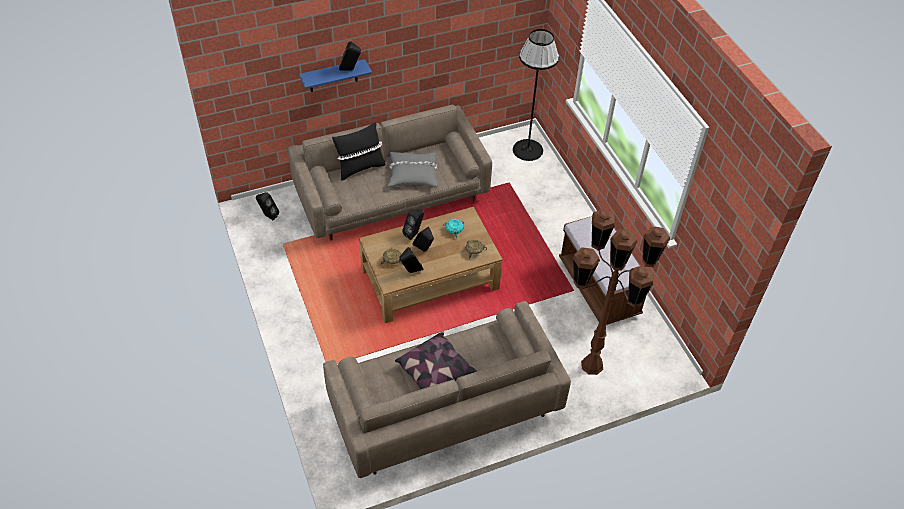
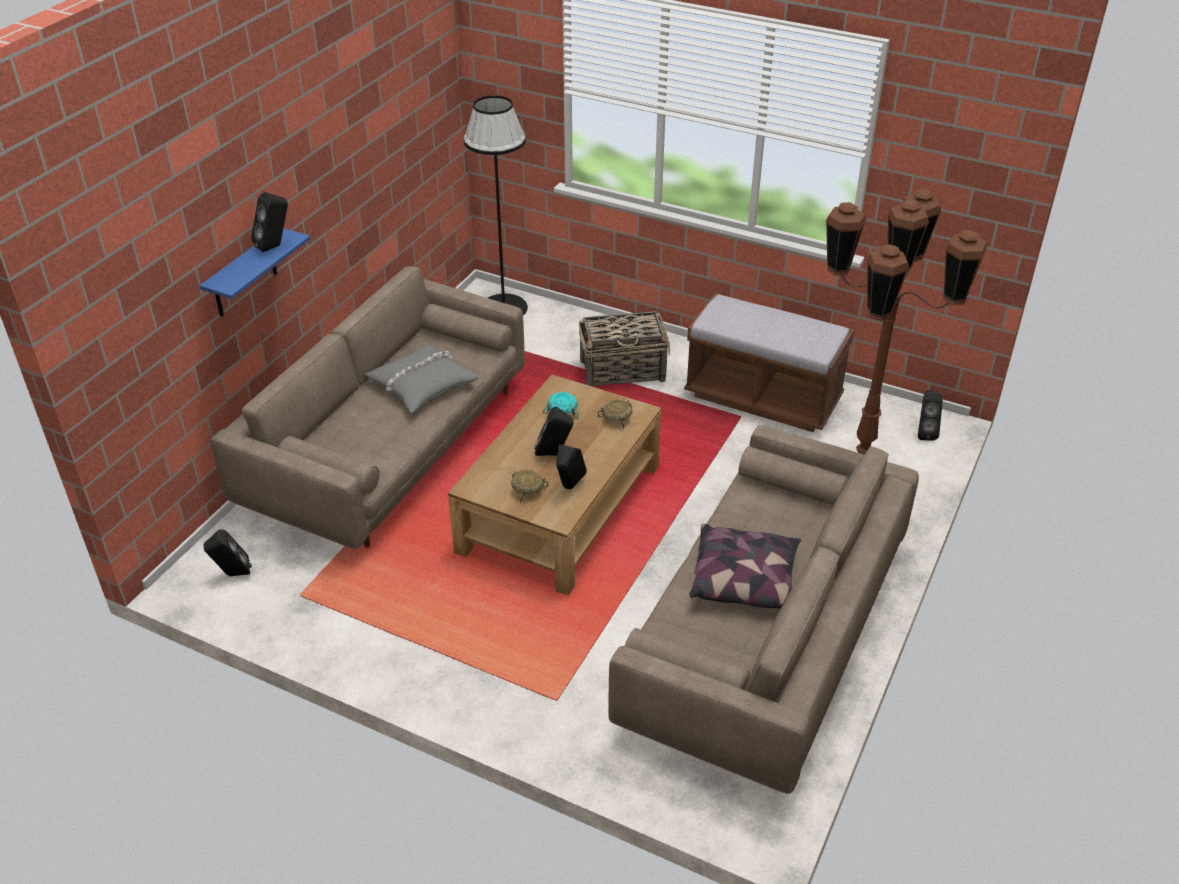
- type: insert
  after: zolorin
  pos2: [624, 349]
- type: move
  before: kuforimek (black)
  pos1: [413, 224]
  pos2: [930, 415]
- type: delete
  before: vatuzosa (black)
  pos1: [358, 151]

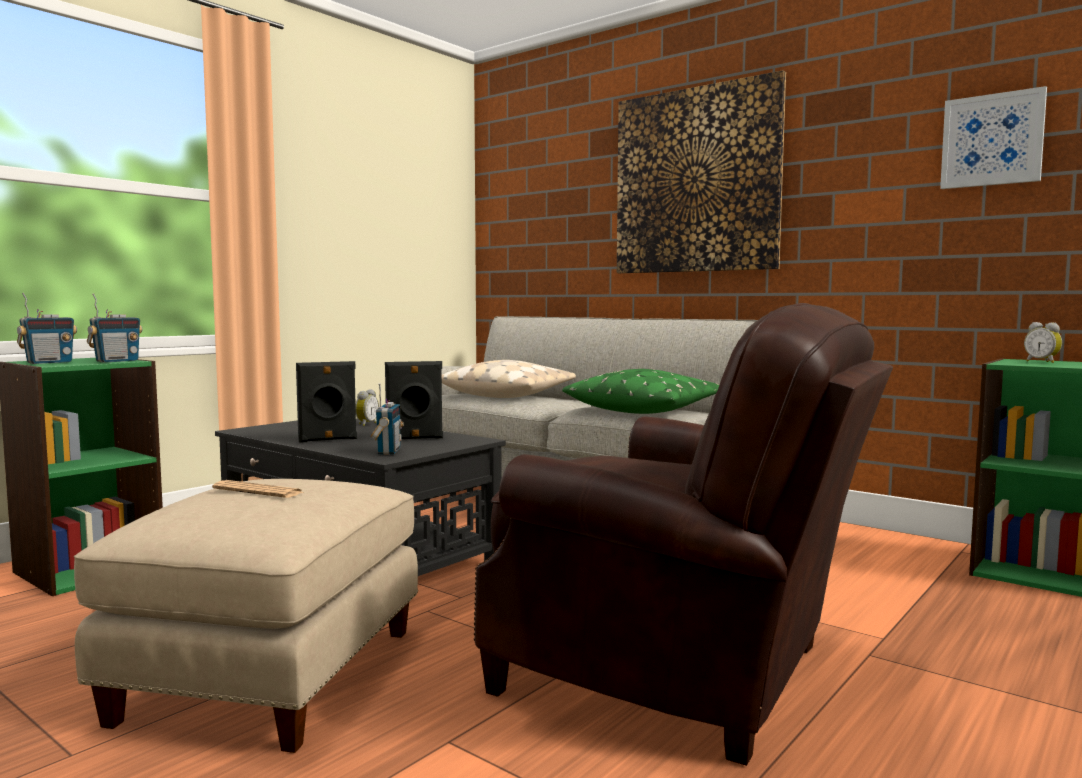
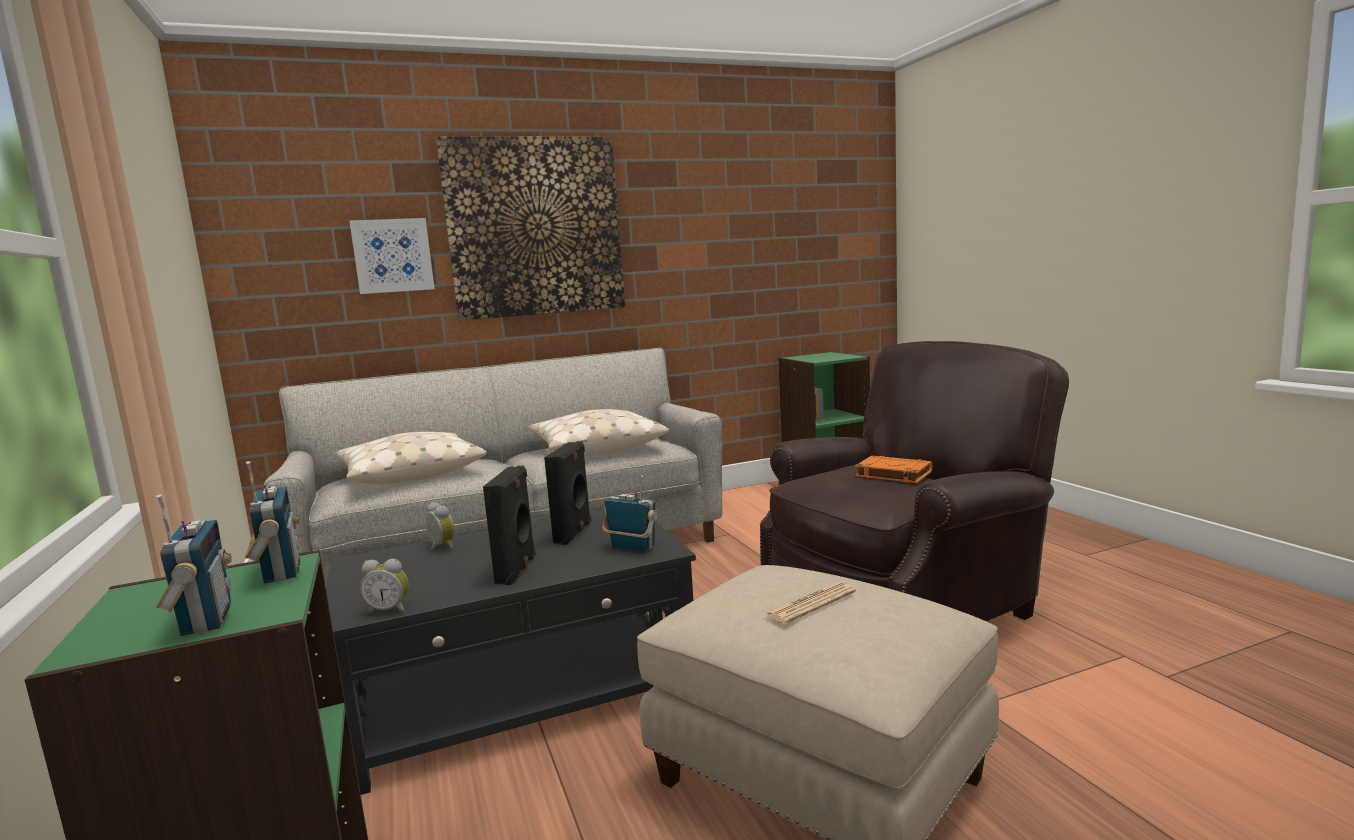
- type: move
  before: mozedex
  pos1: [993, 137]
  pos2: [392, 256]
- type: move
  before: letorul
  pos1: [1043, 342]
  pos2: [384, 586]
- type: recolor
  before: vatuzosa (green)
  after: vatuzosa (beige)
  pos1: [641, 391]
  pos2: [598, 432]
- type: insert
  after: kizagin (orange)
  pos2: [893, 469]

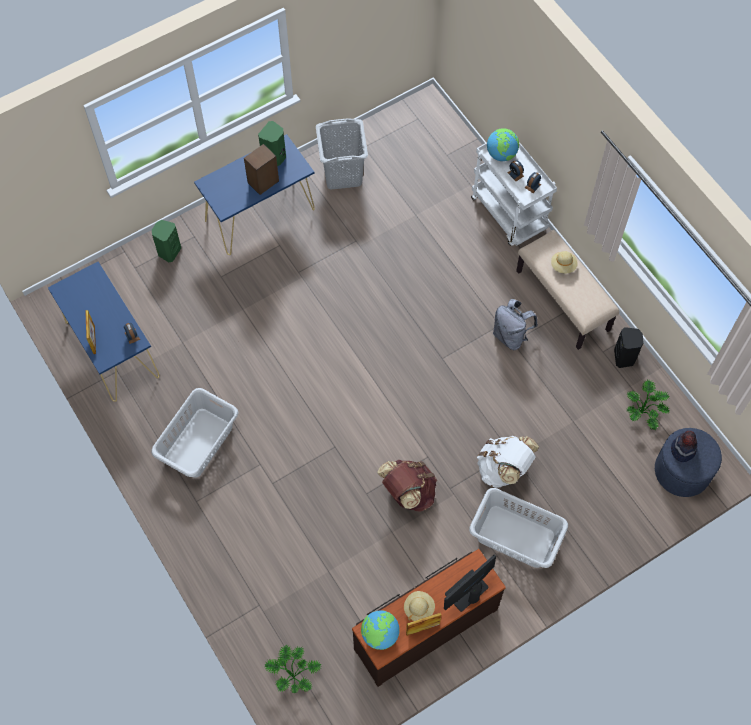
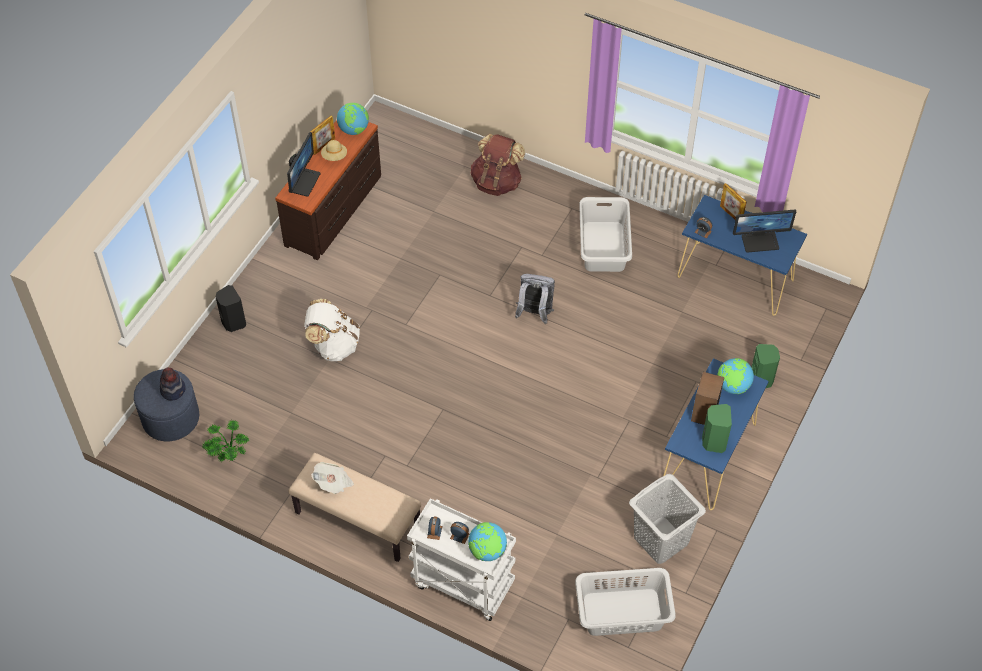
- type: move
  before: kuforimek (black)
  pos1: [629, 347]
  pos2: [231, 308]
- type: insert
  after: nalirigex
  pos2: [332, 478]
- type: move
  before: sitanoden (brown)
  pos1: [407, 486]
  pos2: [498, 165]
- type: move
  before: sitanoden (grey)
  pos1: [515, 324]
  pos2: [535, 299]
- type: move
  before: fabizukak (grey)
  pos1: [518, 528]
  pos2: [625, 602]
- type: insert
  after: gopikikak
  pos2: [735, 376]
- type: insert
  after: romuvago
  pos2: [764, 231]
- type: delete
  before: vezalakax
  pos1: [293, 669]
- type: delete
  before: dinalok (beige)
  pos1: [564, 262]

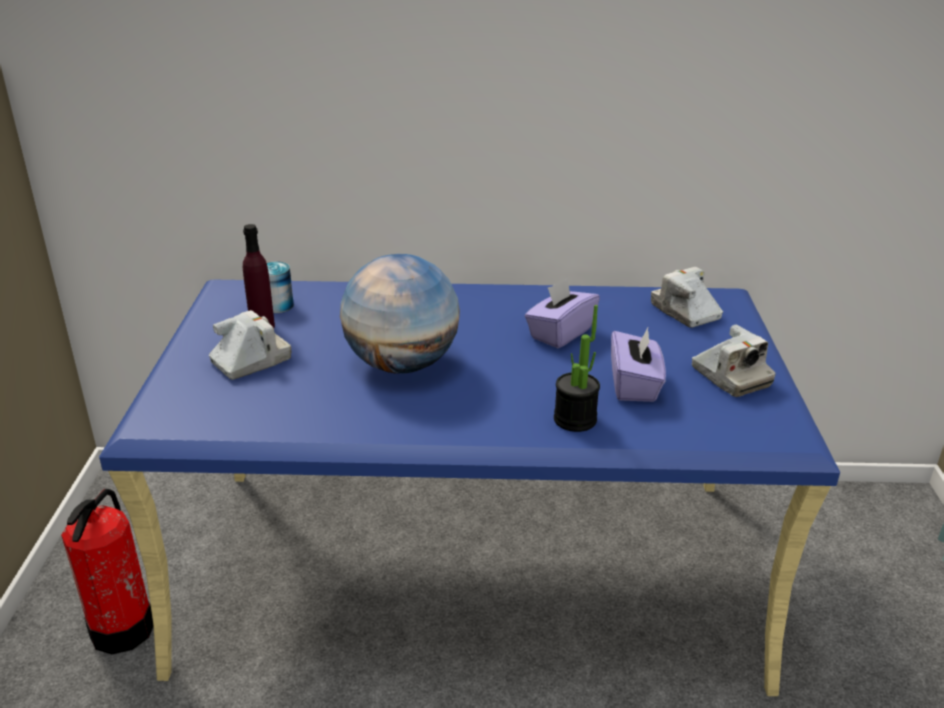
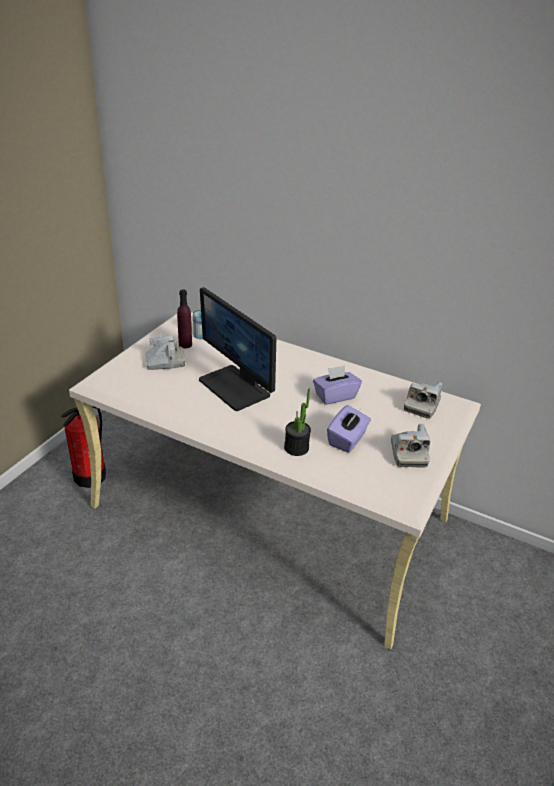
- type: recolor
  before: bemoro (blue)
  after: bemoro (beige)
  pos1: [469, 488]
  pos2: [275, 481]
- type: replace
  before: gopikikak
  after: romuvago
  pos1: [400, 314]
  pos2: [237, 349]
- type: rotate
  before: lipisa
  pos1: [687, 297]
  pos2: [423, 400]
  turn: -150

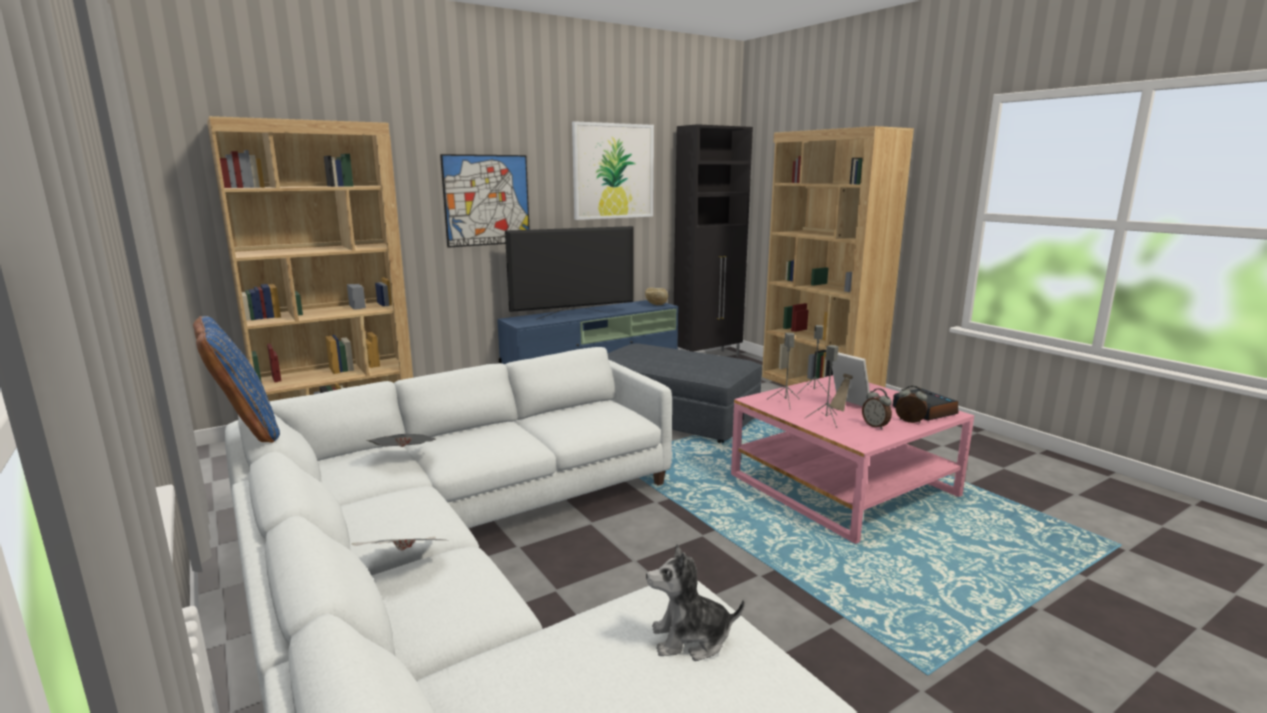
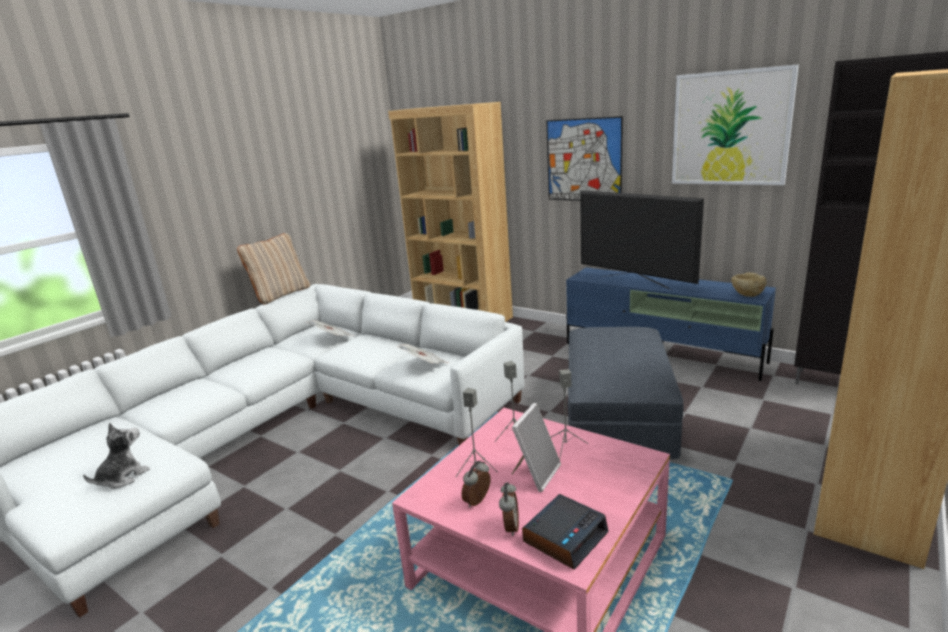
- type: rotate
  before: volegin
  pos1: [695, 602]
  pos2: [116, 456]
  turn: 60
- type: recolor
  before: vatuzosa (blue)
  after: vatuzosa (beige)
  pos1: [236, 379]
  pos2: [273, 269]
- type: move
  before: nalirigex
  pos1: [398, 543]
  pos2: [423, 354]

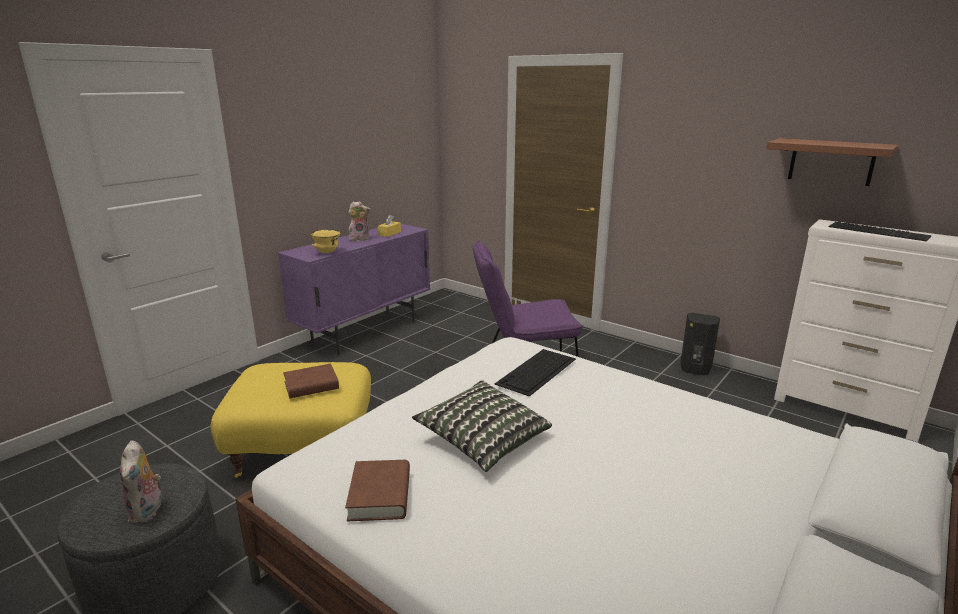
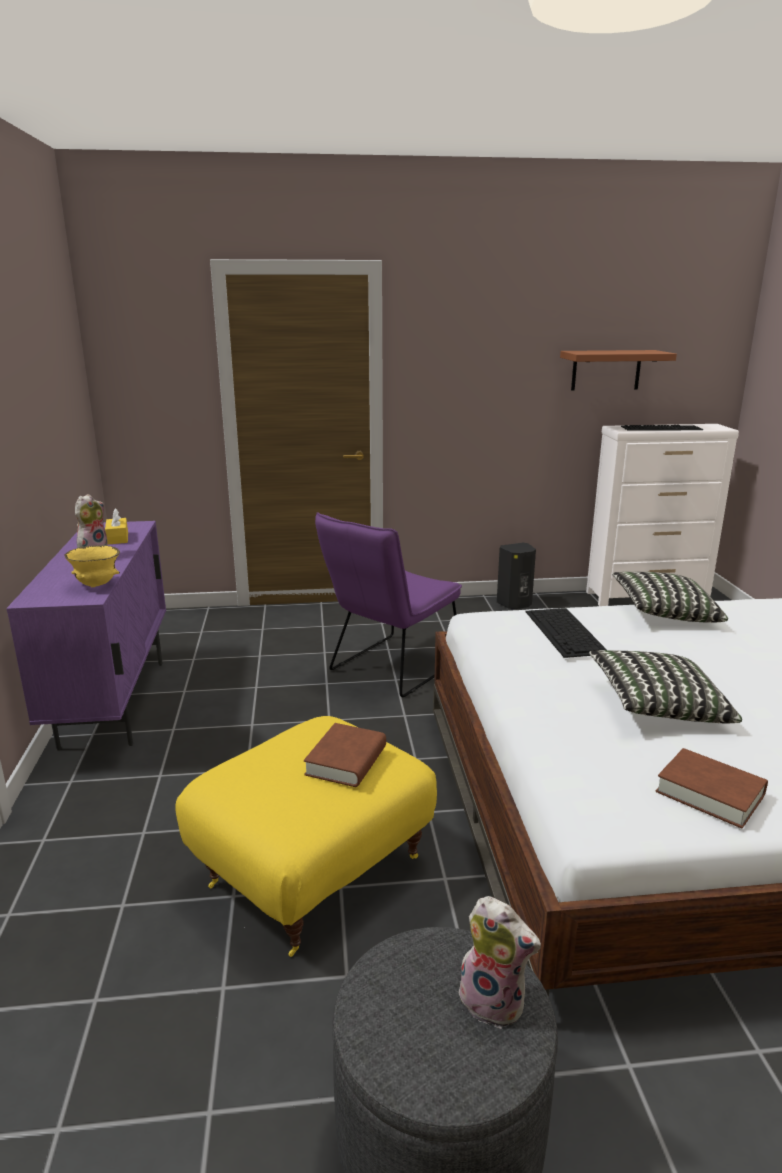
- type: insert
  after: vatuzosa
  pos2: [670, 597]

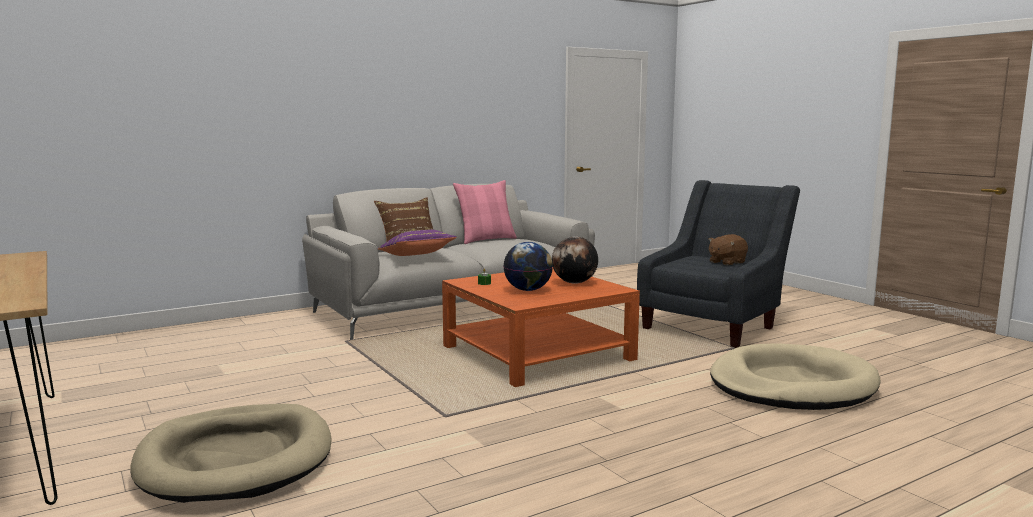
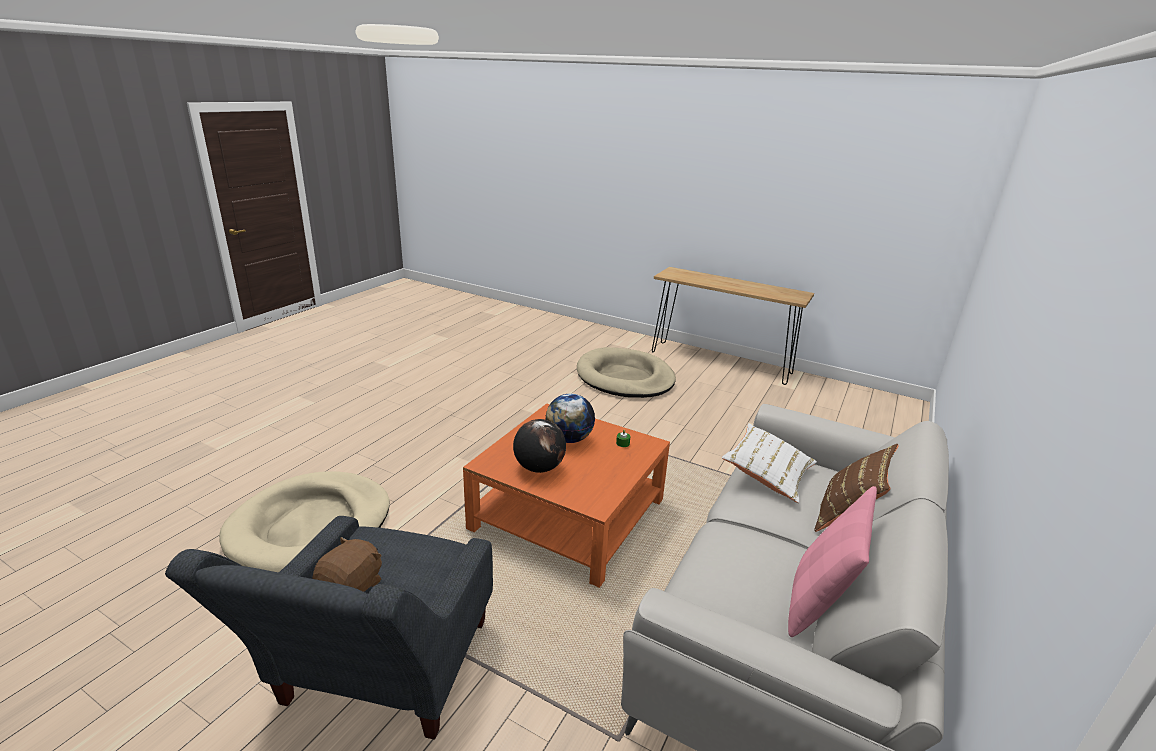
- type: recolor
  before: vatuzosa (purple)
  after: vatuzosa (white)
  pos1: [417, 243]
  pos2: [769, 463]

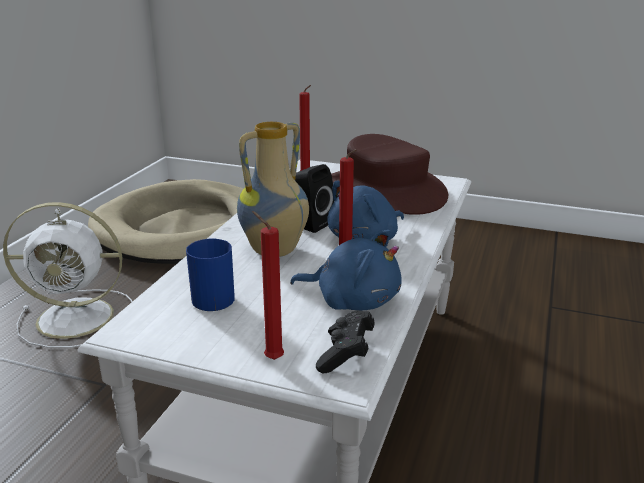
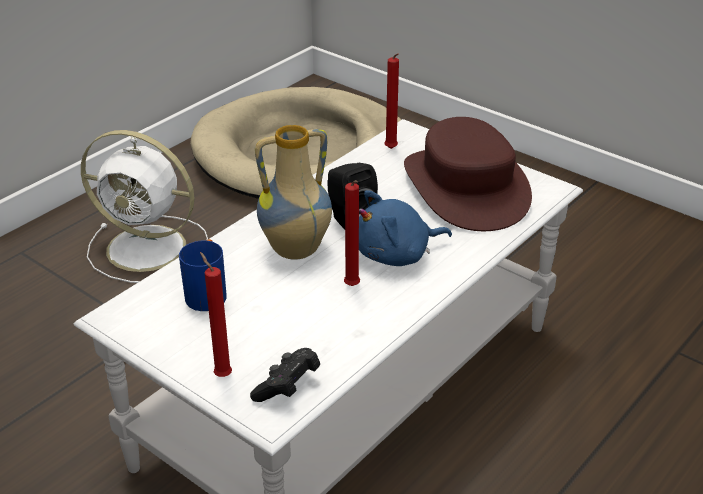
- type: delete
  before: volegin (blue)
  pos1: [346, 270]

